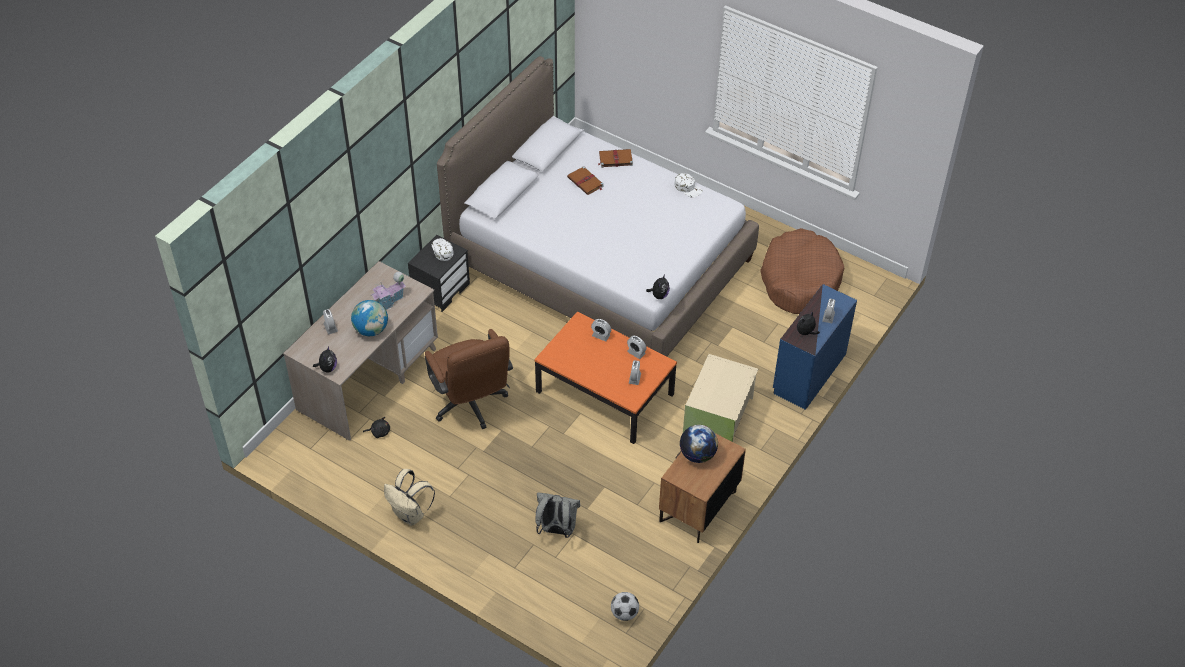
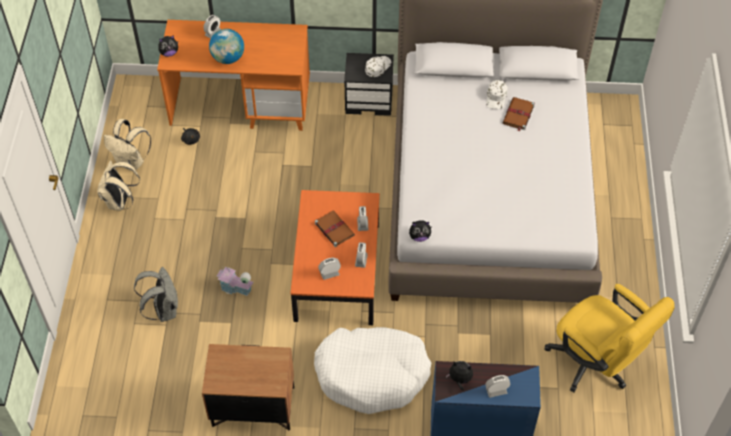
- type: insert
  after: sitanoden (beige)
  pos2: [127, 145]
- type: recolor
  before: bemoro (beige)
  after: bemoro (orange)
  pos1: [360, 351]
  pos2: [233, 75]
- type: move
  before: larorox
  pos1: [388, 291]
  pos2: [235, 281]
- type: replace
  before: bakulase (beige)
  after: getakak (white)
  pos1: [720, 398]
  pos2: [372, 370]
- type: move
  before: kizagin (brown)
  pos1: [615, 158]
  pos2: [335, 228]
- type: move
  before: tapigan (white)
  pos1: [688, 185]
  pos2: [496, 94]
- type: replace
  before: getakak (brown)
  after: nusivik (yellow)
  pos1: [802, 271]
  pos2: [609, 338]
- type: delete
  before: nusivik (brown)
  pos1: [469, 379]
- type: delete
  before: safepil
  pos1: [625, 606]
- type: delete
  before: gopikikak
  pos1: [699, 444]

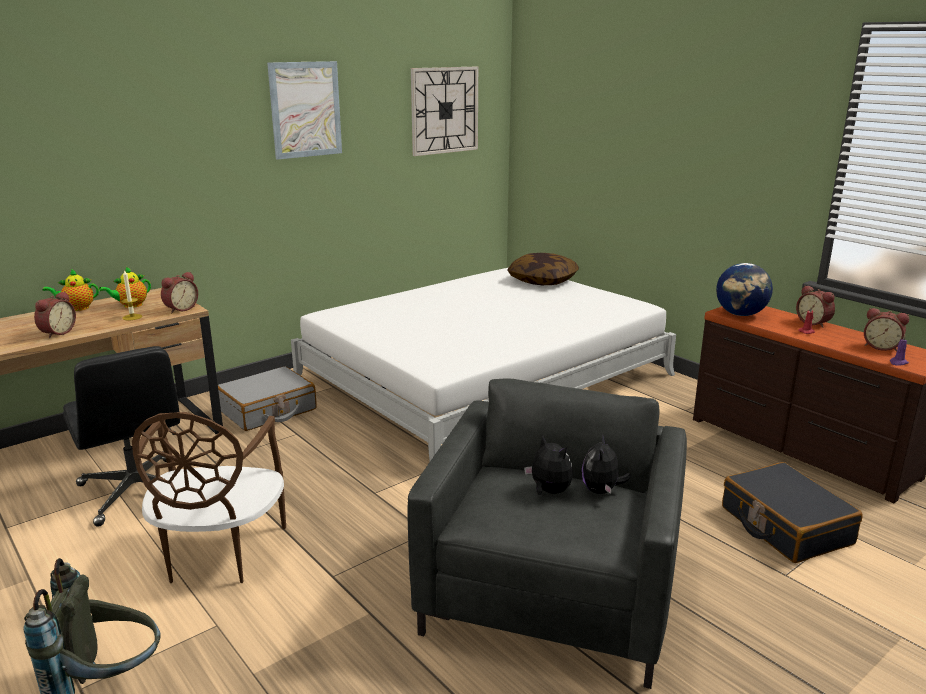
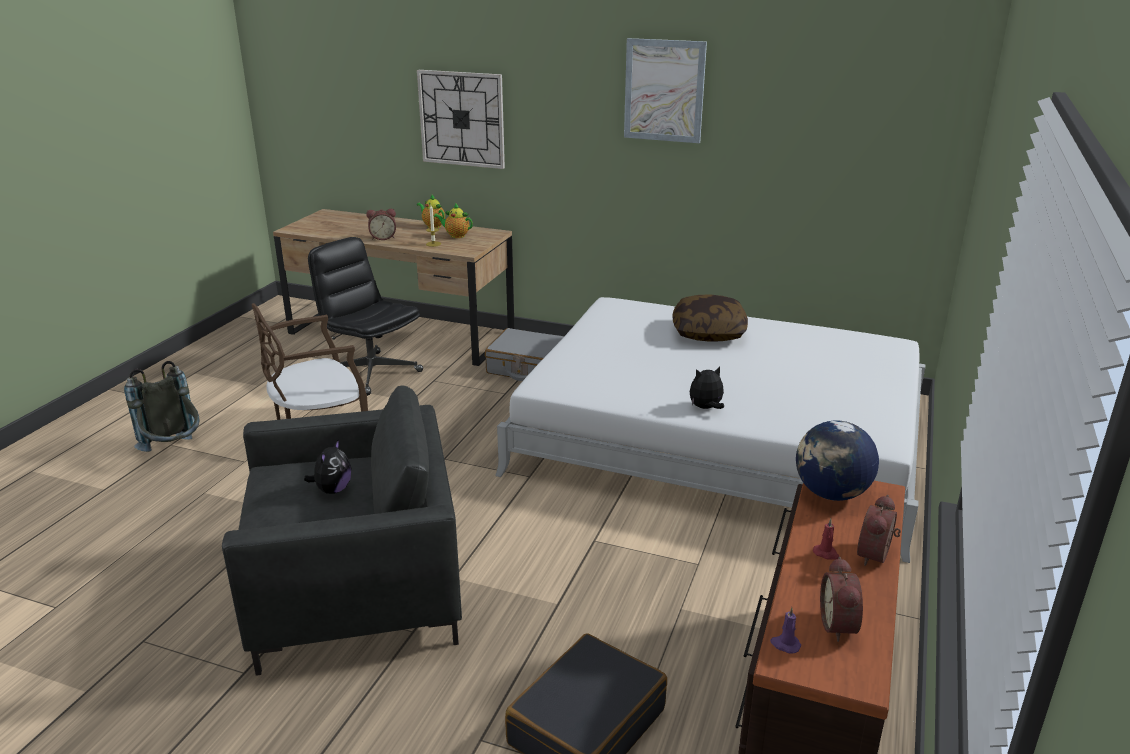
- type: rotate
  before: nusivik (black)
  pos1: [121, 436]
  pos2: [365, 316]
  turn: 105
- type: move
  before: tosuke
  pos1: [444, 111]
  pos2: [461, 119]
- type: move
  before: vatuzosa
  pos1: [543, 269]
  pos2: [710, 318]
- type: move
  before: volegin
  pos1: [606, 464]
  pos2: [707, 387]
- type: delete
  before: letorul
  pos1: [179, 292]

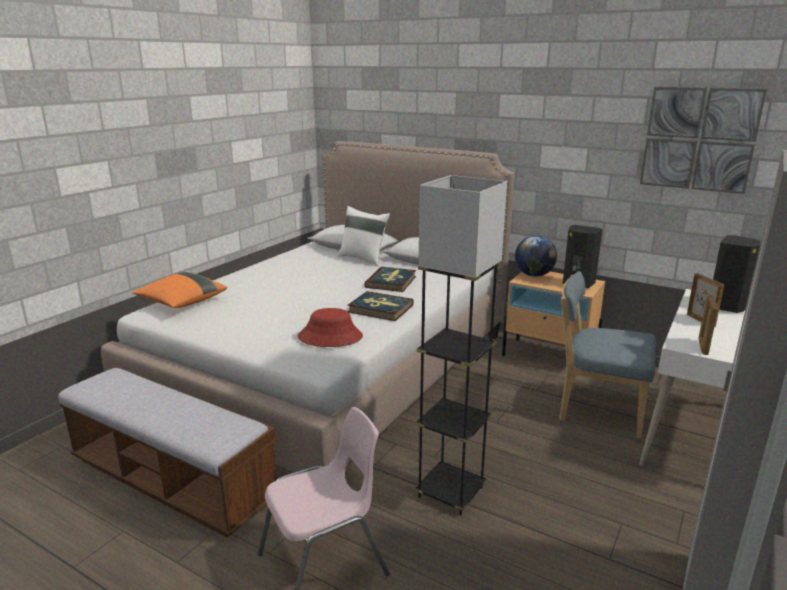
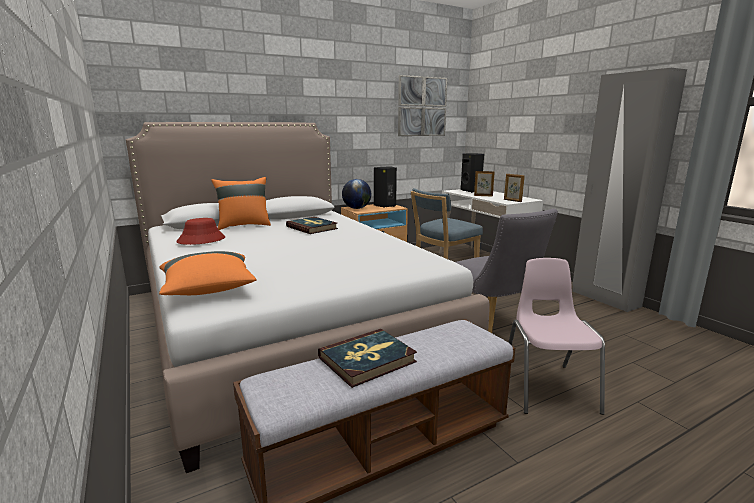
- type: move
  before: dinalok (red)
  pos1: [330, 327]
  pos2: [200, 231]
- type: recolor
  before: vatuzosa (white)
  after: vatuzosa (orange)
  pos1: [364, 236]
  pos2: [241, 203]
- type: move
  before: kizagin
  pos1: [380, 306]
  pos2: [367, 358]
- type: replace
  before: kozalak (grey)
  after: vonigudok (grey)
  pos1: [461, 345]
  pos2: [507, 271]

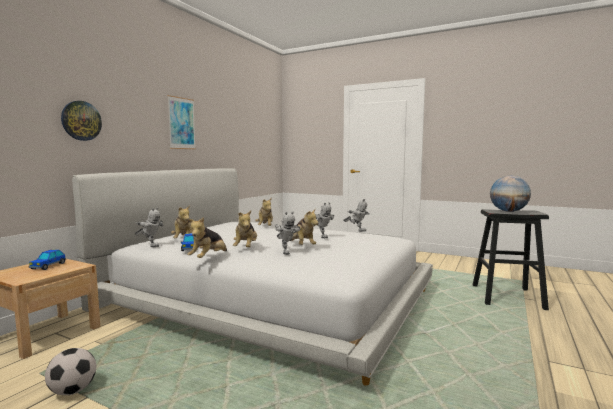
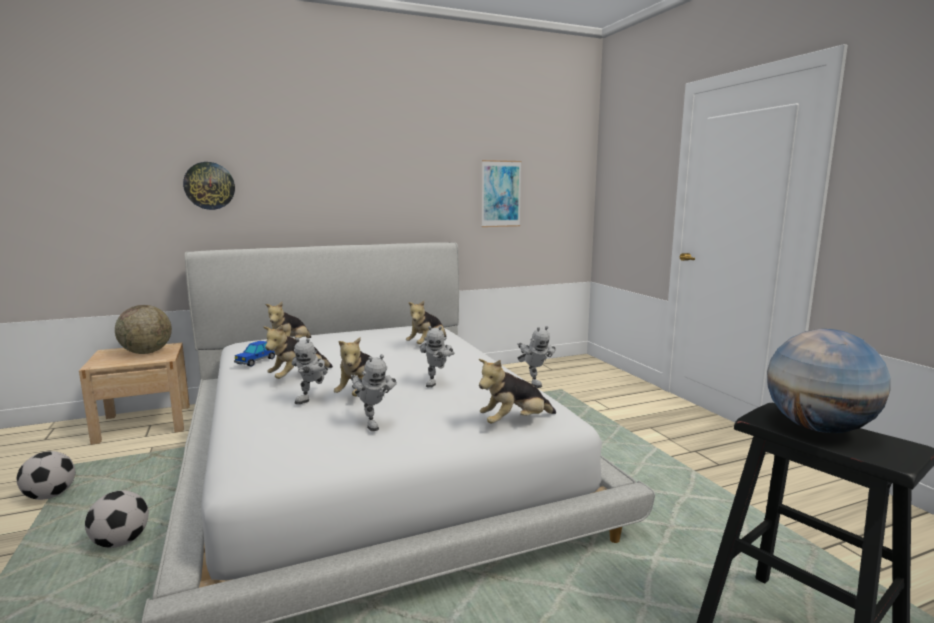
- type: insert
  after: safepil
  pos2: [117, 519]
- type: replace
  before: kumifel
  after: gopikikak
  pos1: [47, 260]
  pos2: [143, 329]
- type: move
  before: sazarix
  pos1: [148, 227]
  pos2: [374, 392]
- type: move
  before: volegin
  pos1: [207, 237]
  pos2: [517, 391]
- type: move
  before: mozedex
  pos1: [182, 122]
  pos2: [501, 193]

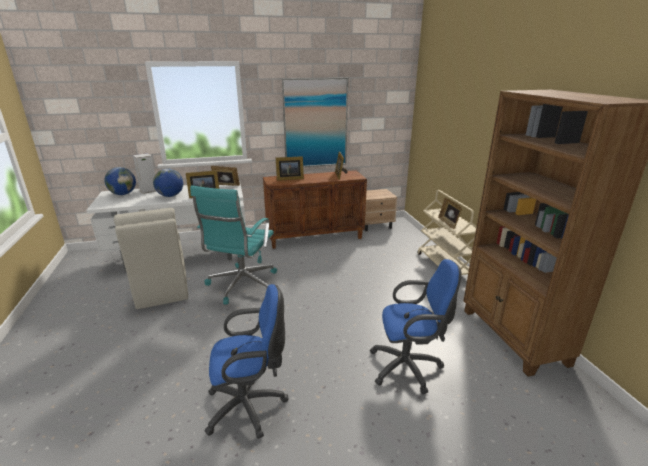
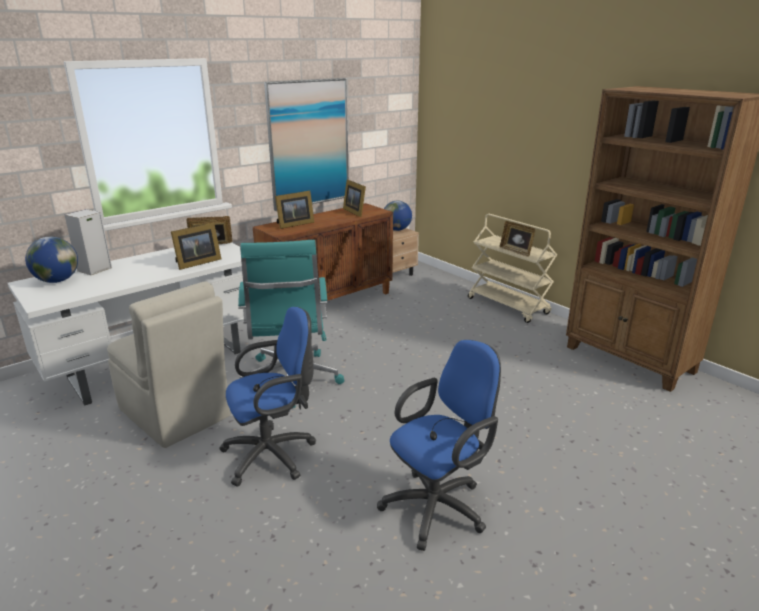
- type: move
  before: nusivik (blue)
  pos1: [416, 326]
  pos2: [267, 396]
- type: move
  before: gopikikak
  pos1: [168, 182]
  pos2: [398, 215]

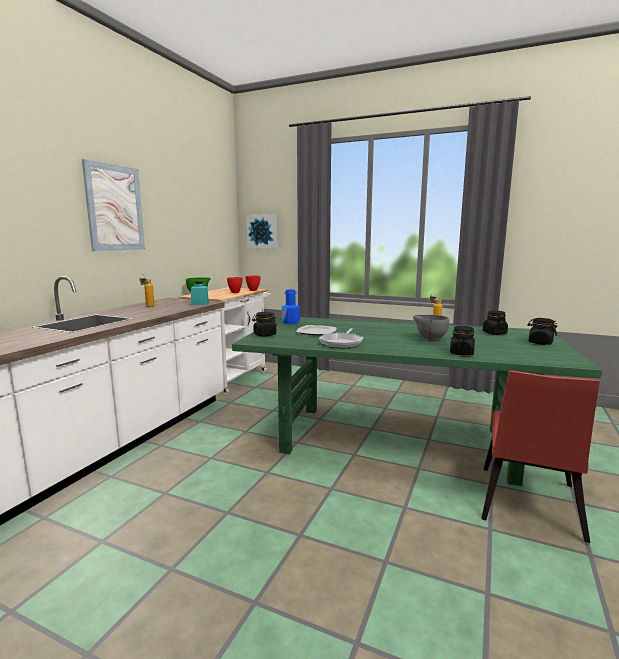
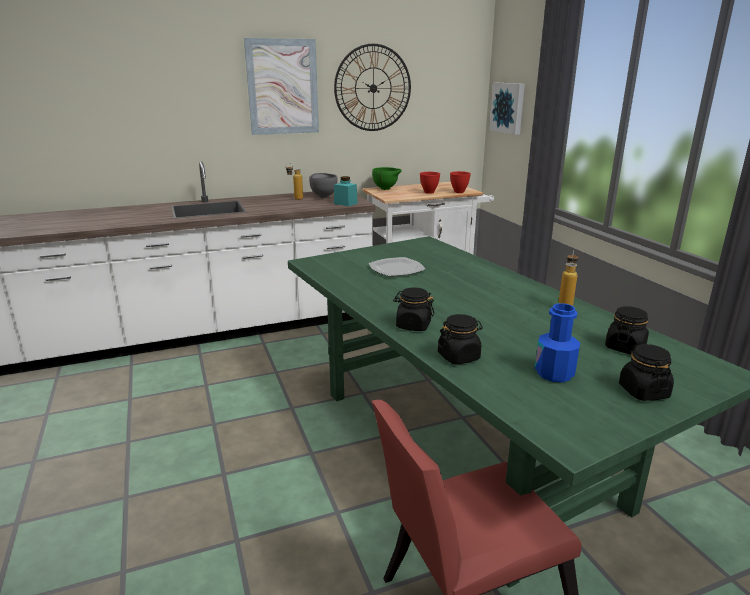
- type: move
  before: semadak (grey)
  pos1: [431, 328]
  pos2: [323, 185]
- type: insert
  after: tosuke
  pos2: [372, 87]
- type: move
  before: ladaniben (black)
  pos1: [264, 324]
  pos2: [414, 309]
- type: move
  before: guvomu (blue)
  pos1: [291, 307]
  pos2: [557, 342]
- type: delete
  before: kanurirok
  pos1: [341, 338]

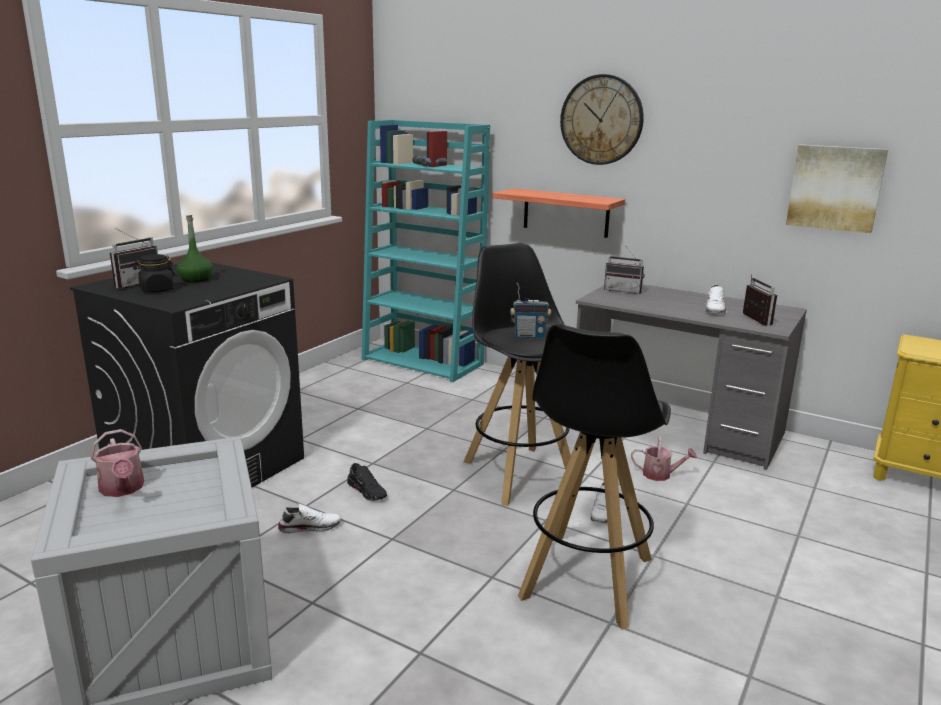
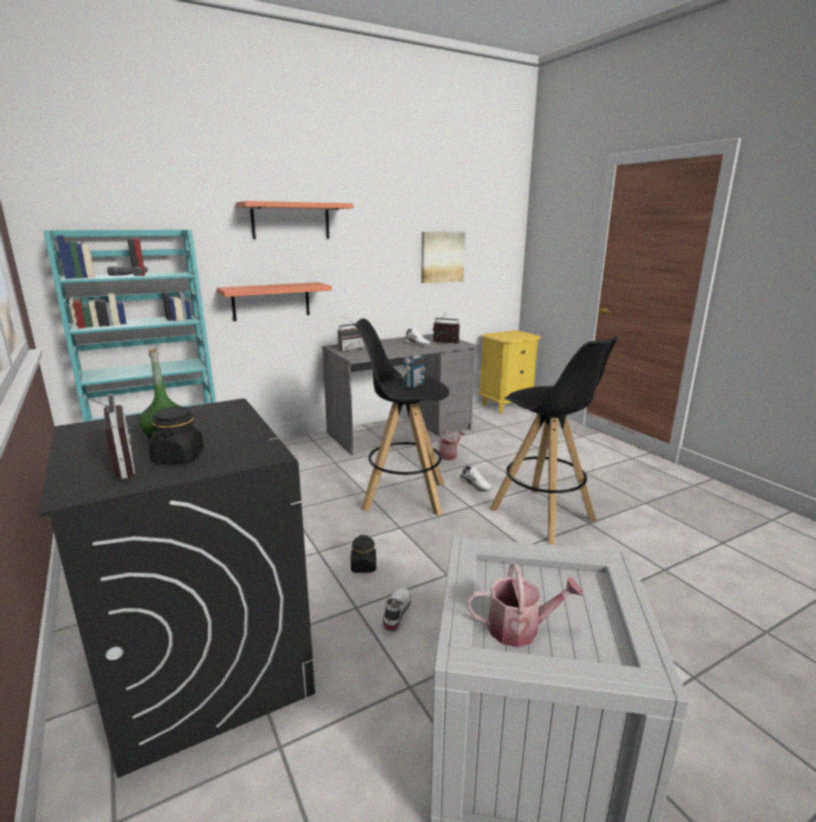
- type: replace
  before: tosuke
  after: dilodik
  pos1: [602, 119]
  pos2: [294, 220]
- type: replace
  before: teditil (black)
  after: ladaniben (black)
  pos1: [367, 482]
  pos2: [363, 554]

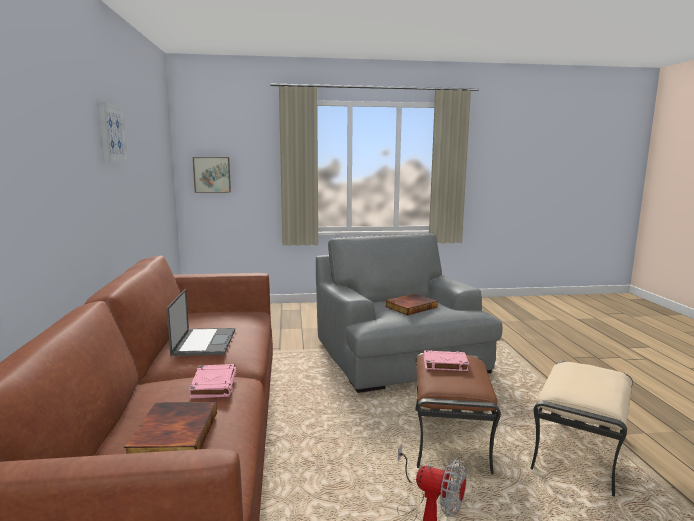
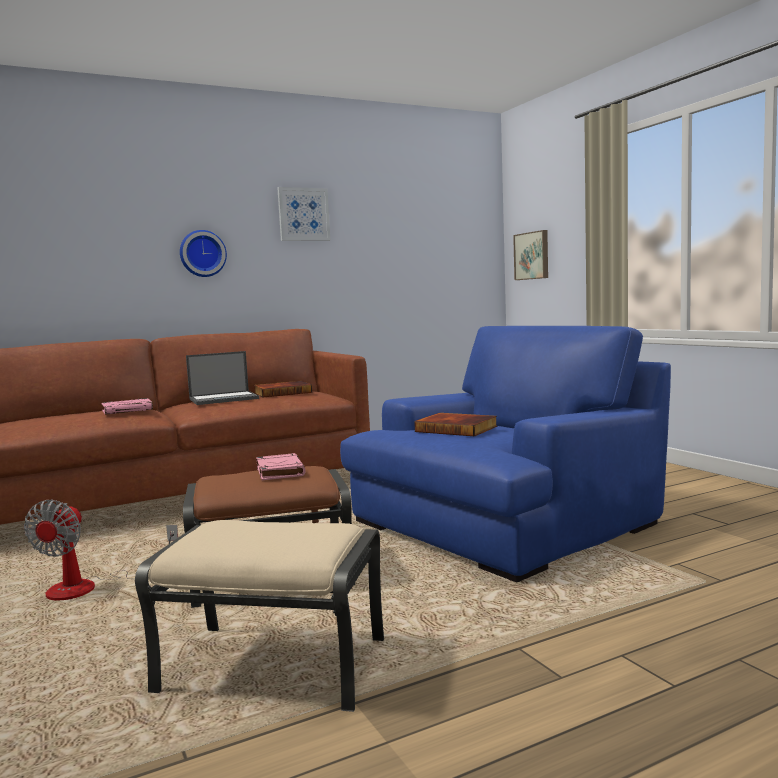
- type: insert
  after: tosuke
  pos2: [203, 253]
- type: move
  before: kizagin
  pos1: [170, 428]
  pos2: [283, 389]
- type: recolor
  before: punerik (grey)
  after: punerik (blue)
  pos1: [409, 313]
  pos2: [505, 454]

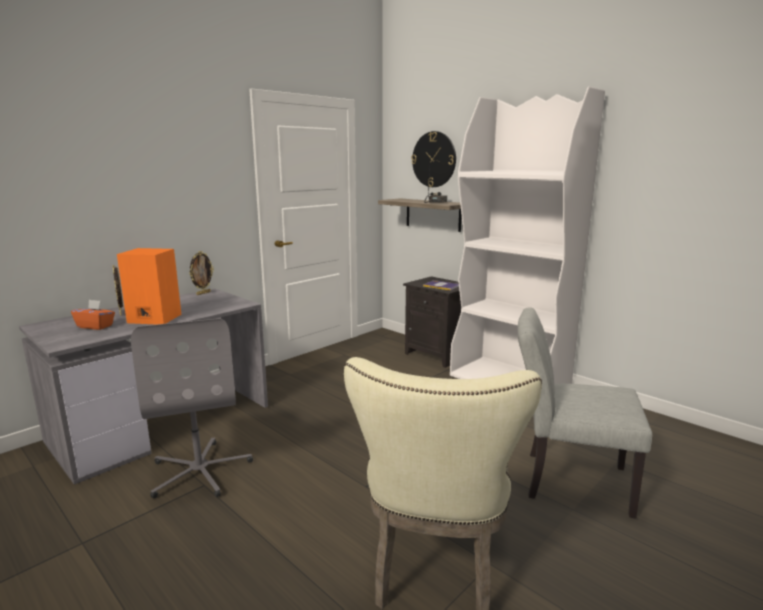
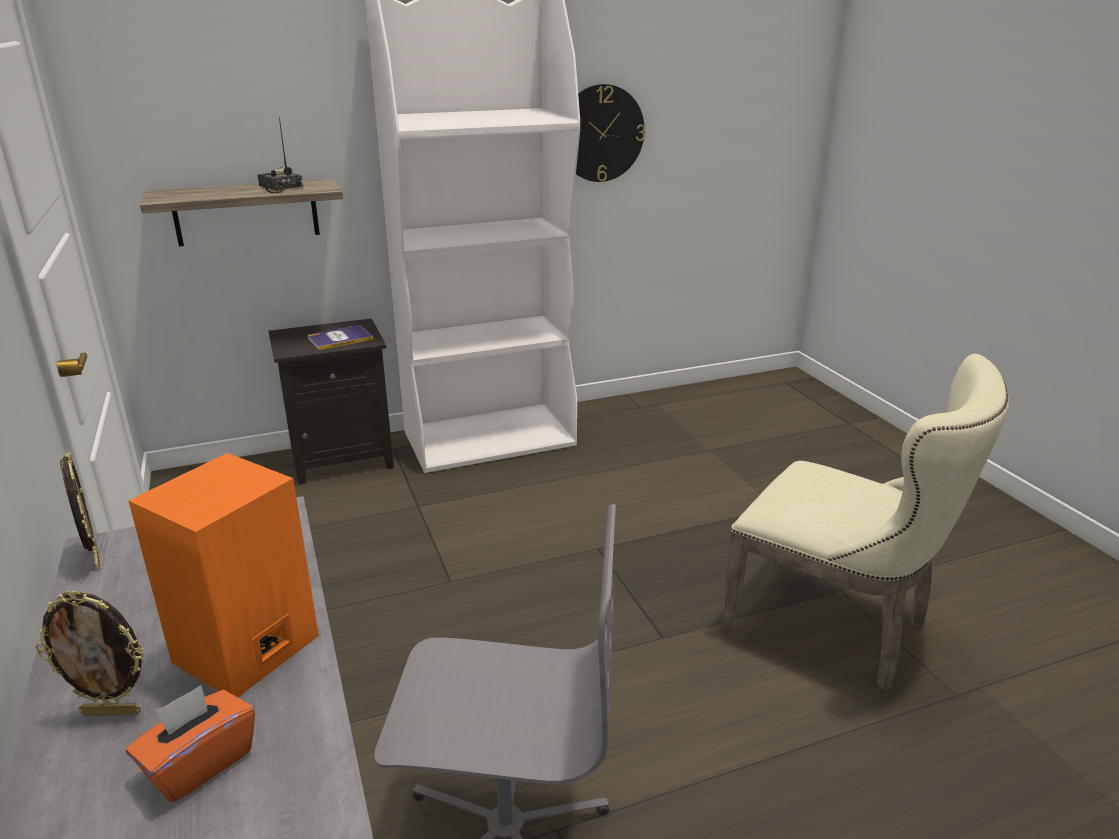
- type: move
  before: tosuke
  pos1: [433, 159]
  pos2: [610, 133]
- type: delete
  before: vonigudok (grey)
  pos1: [585, 413]

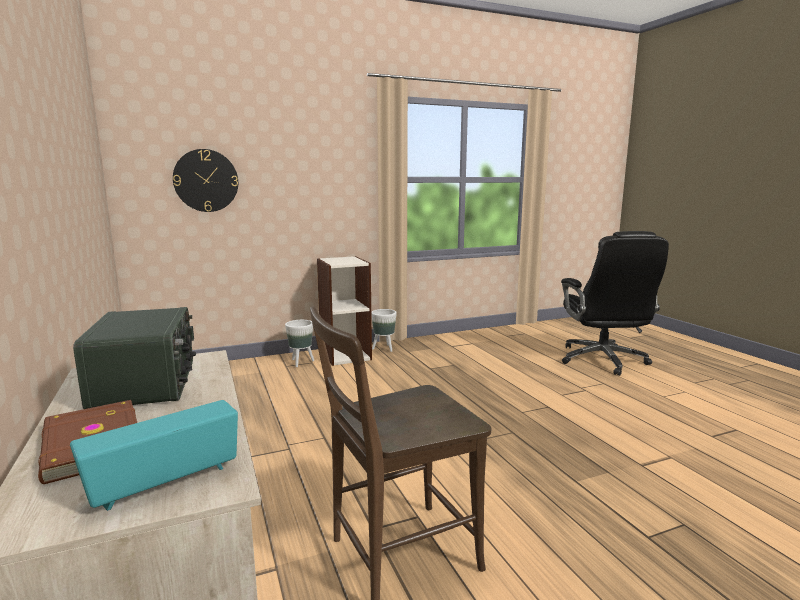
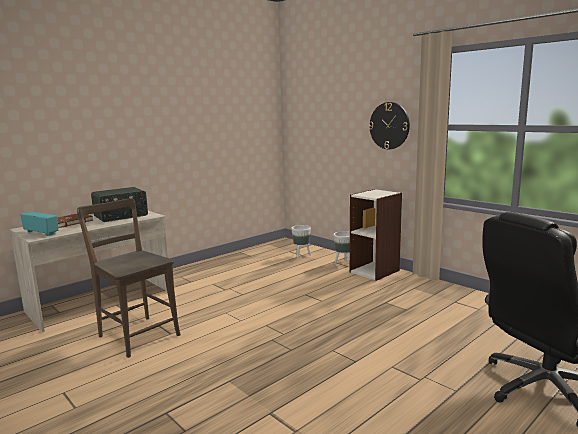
- type: move
  before: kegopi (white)
  pos1: [384, 330]
  pos2: [301, 241]
- type: move
  before: tosuke
  pos1: [205, 180]
  pos2: [389, 125]

